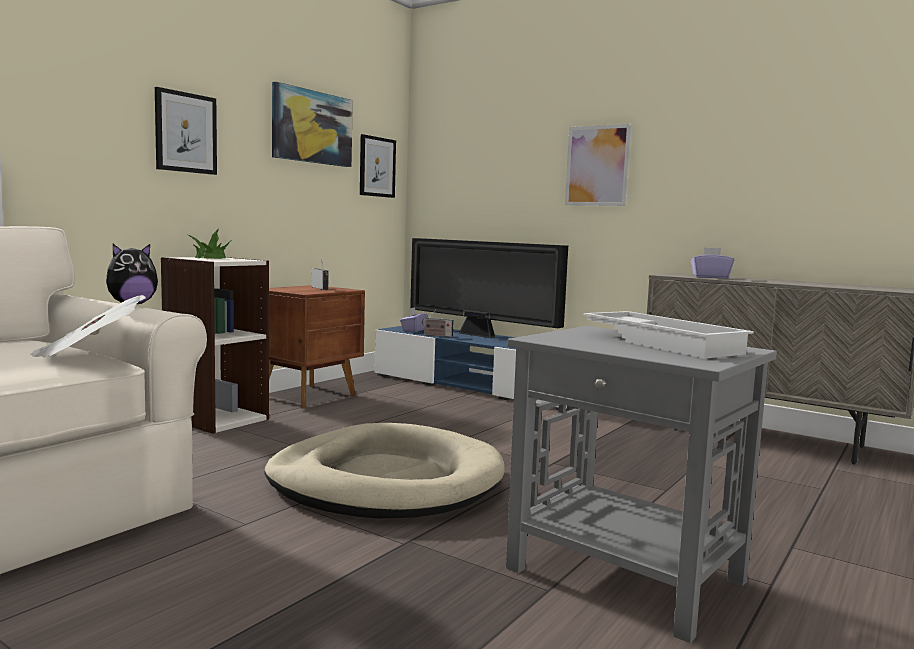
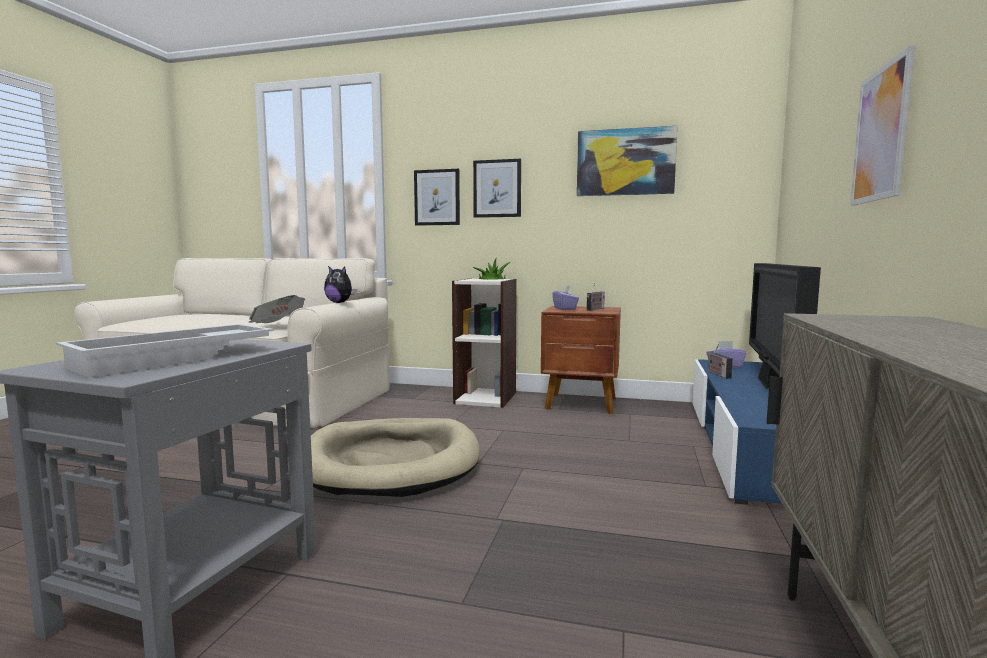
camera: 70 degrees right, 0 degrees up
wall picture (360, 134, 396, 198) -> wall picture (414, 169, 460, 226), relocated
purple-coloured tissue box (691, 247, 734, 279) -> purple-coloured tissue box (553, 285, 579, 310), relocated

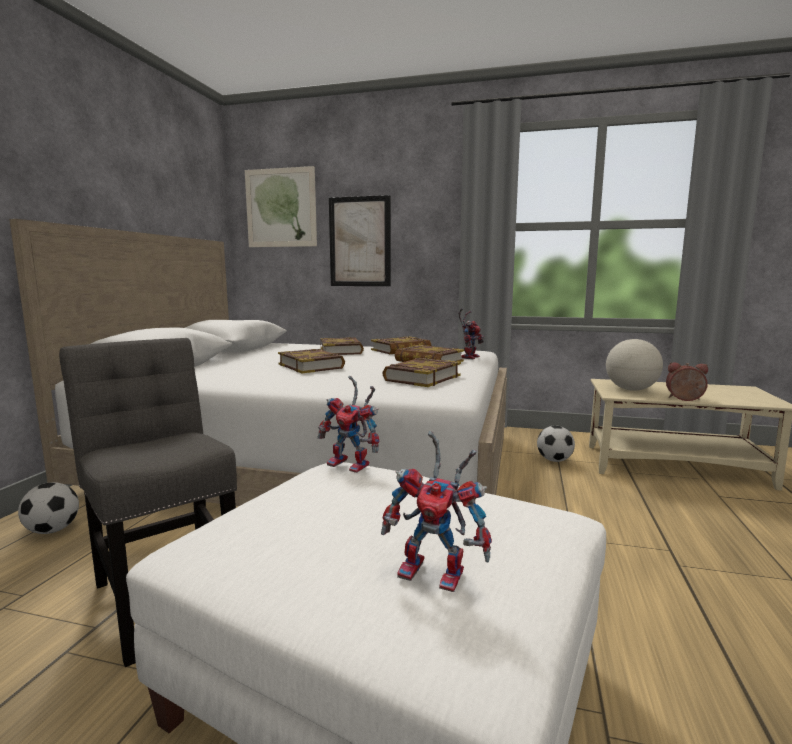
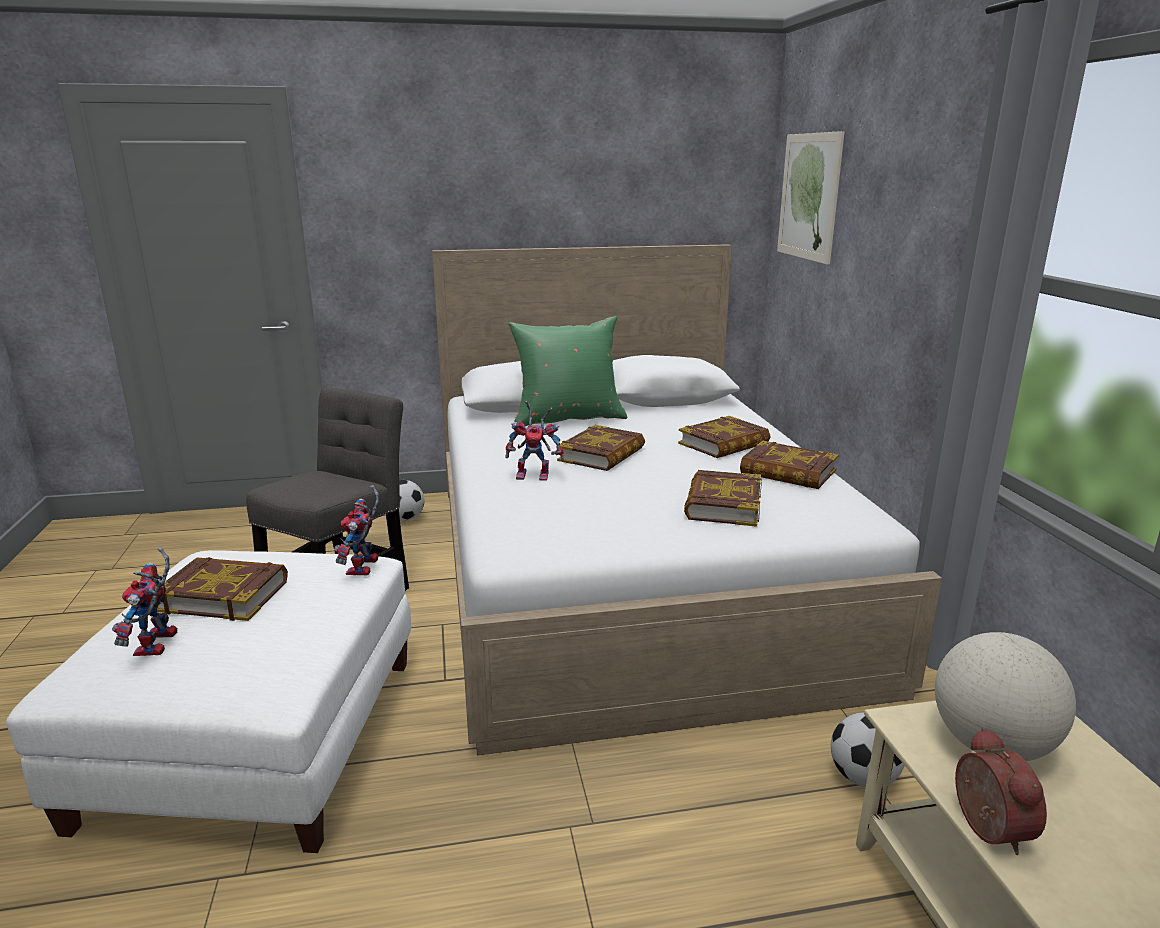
camera: 65 degrees right, 10 degrees up
wall picture (329, 195, 391, 286) -> none
none -> green-coloured pillow (508, 316, 628, 426)
book (382, 358, 461, 387) -> book (157, 557, 288, 621), relocated
toy robot (458, 308, 484, 359) -> toy robot (505, 400, 564, 481), relocated

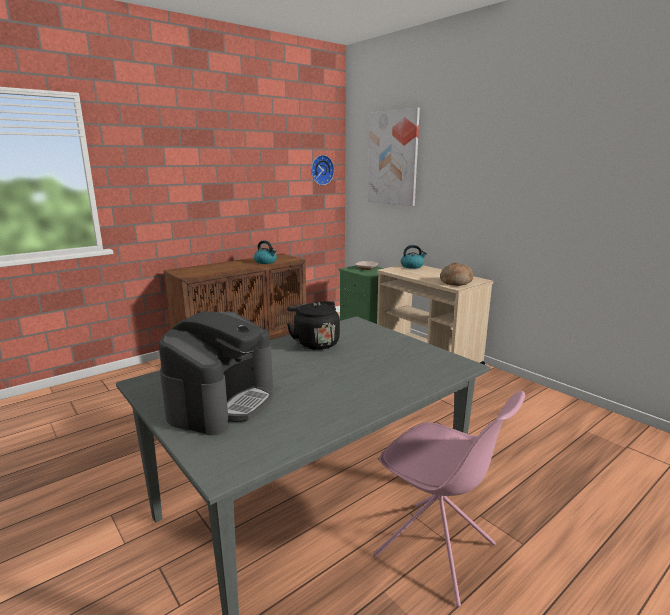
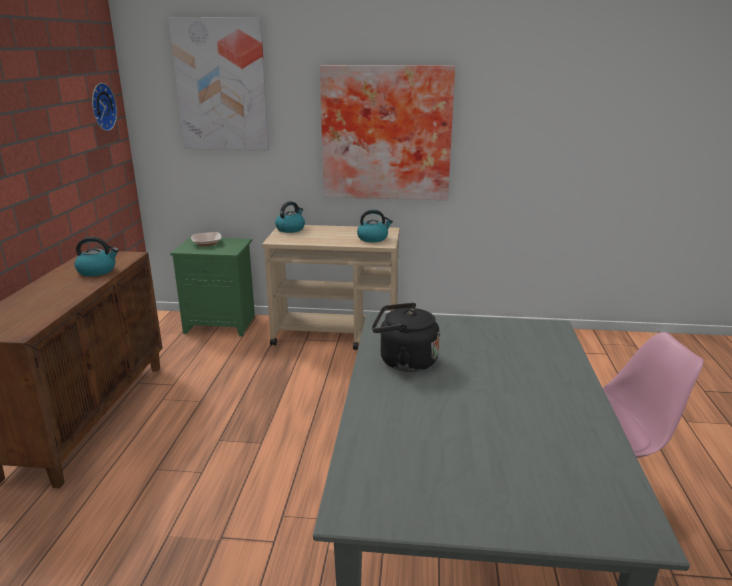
camera: 45 degrees left, 5 degrees up
coffee brewer (159, 311, 273, 435) -> none
none -> wall picture (320, 65, 455, 200)
bread (440, 263, 473, 286) -> tea kettle (357, 210, 393, 242)

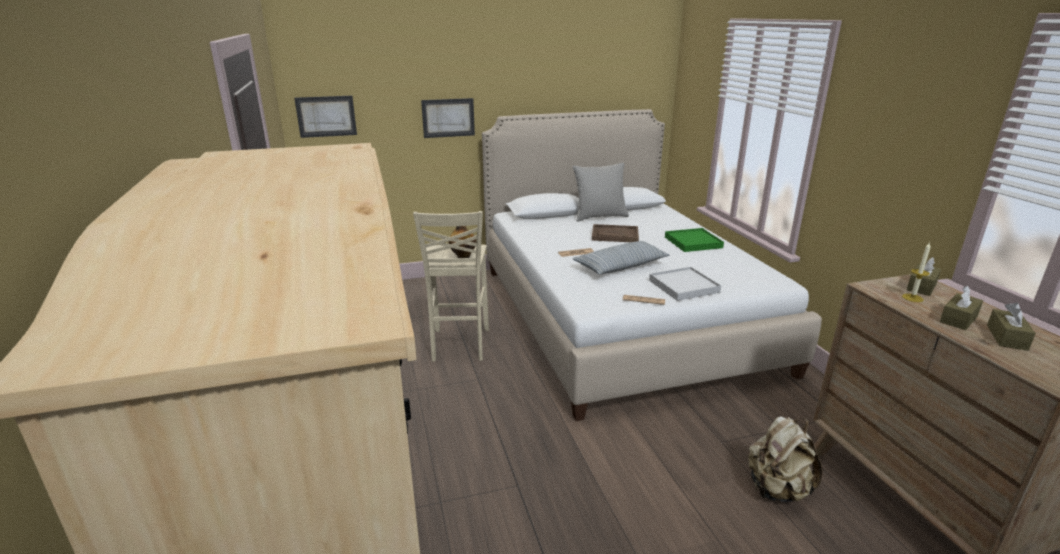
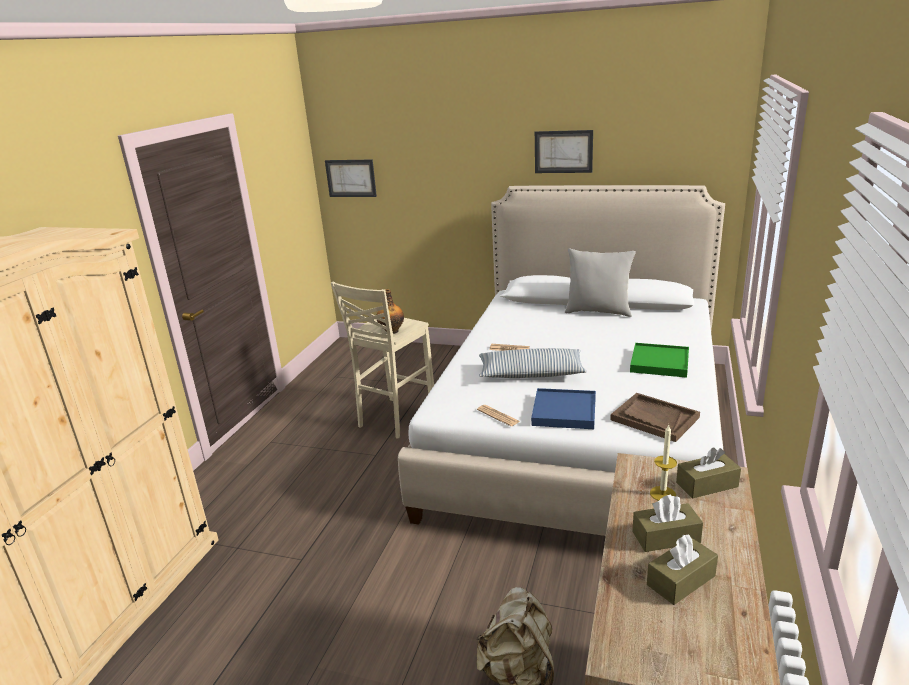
camera: 35 degrees right, 0 degrees up
wall picture (421, 98, 475, 138) -> wall picture (535, 130, 593, 173), relocated
brownish tray (592, 224, 639, 242) -> brownish tray (610, 393, 700, 442), relocated
white tray (649, 267, 721, 301) -> bluish tray (531, 388, 596, 429)

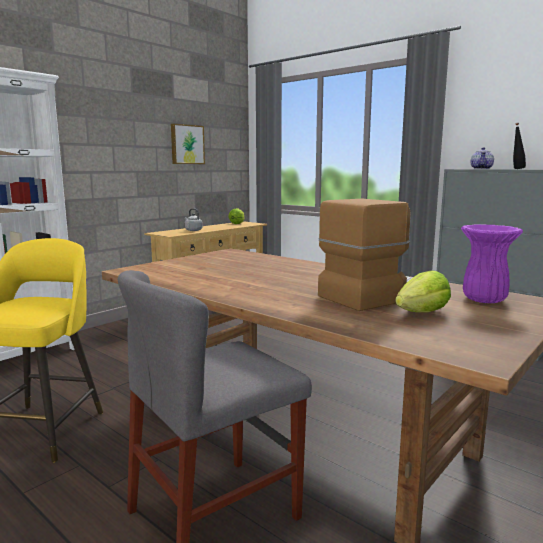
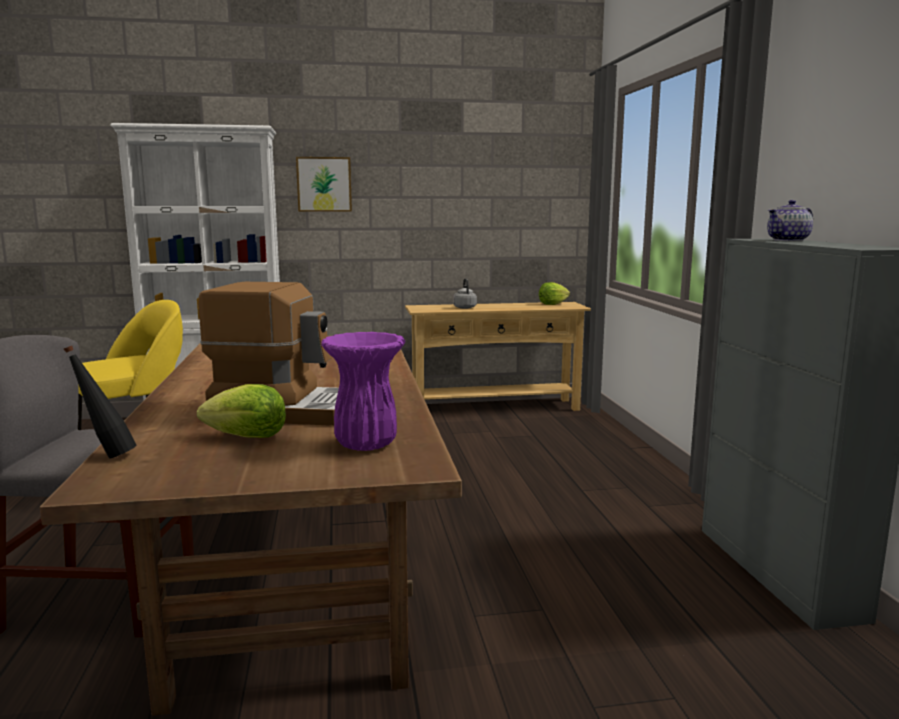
camera: 40 degrees right, 0 degrees up
wall picture (171, 124, 205, 164) -> wall picture (296, 157, 352, 212), relocated
black beverage bottle (513, 122, 526, 169) -> black beverage bottle (64, 346, 137, 459), relocated

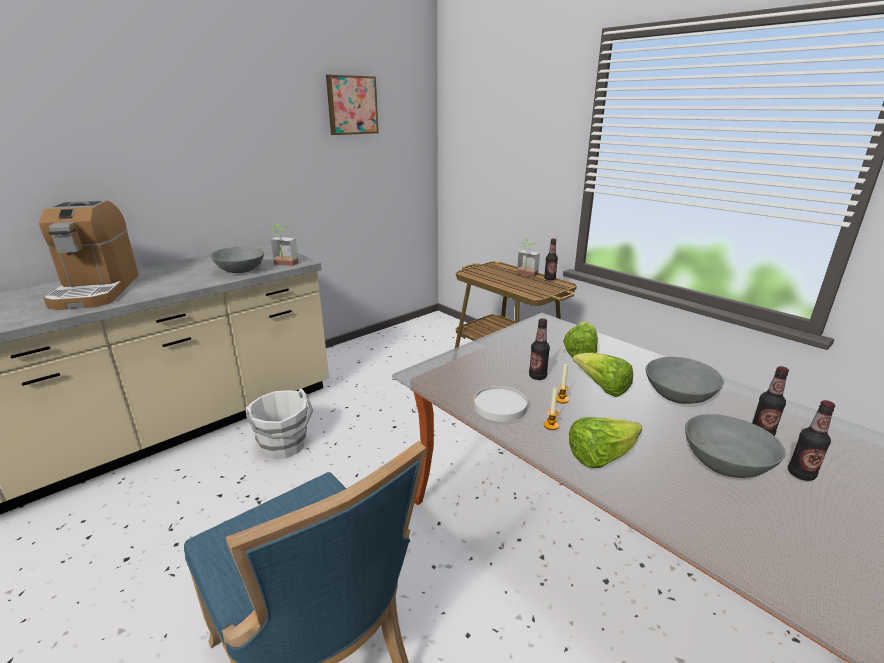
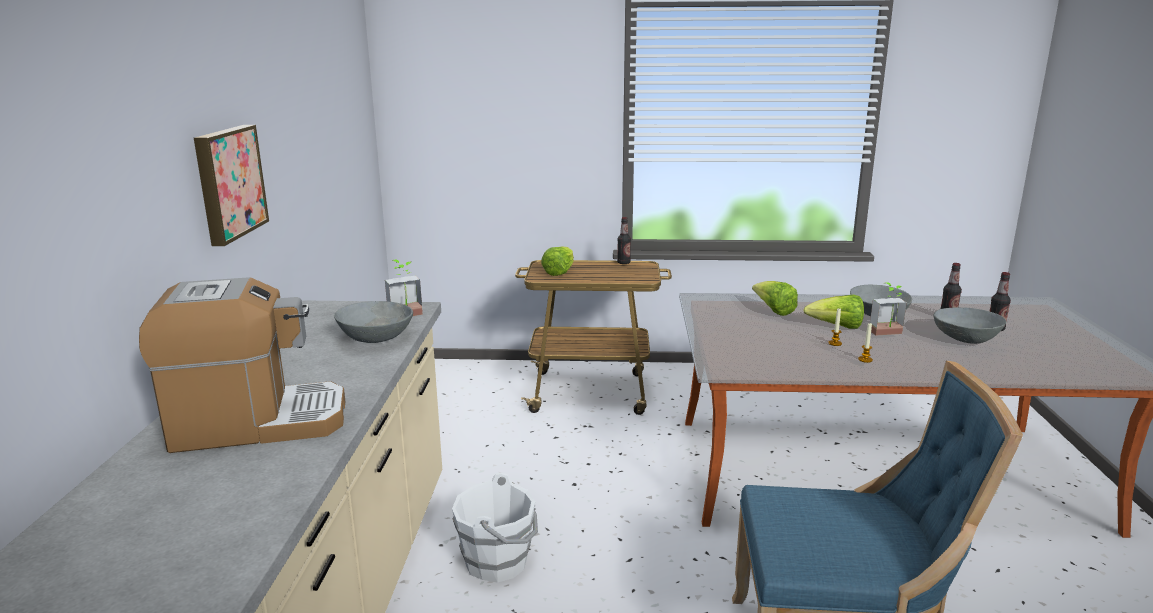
camera: 45 degrees left, 5 degrees down
white flat dish (474, 386, 527, 422) -> none
beverage bottle (529, 318, 550, 380) -> none
wall picture (326, 75, 379, 135) -> wall picture (194, 125, 269, 246), relocated
potted plant (517, 239, 540, 277) -> potted plant (870, 282, 907, 335), relocated
lettuce head (569, 417, 642, 468) -> lettuce head (541, 247, 574, 276), relocated
coffee brewer (39, 200, 139, 310) -> coffee brewer (139, 277, 346, 453), 45 degrees counterclockwise

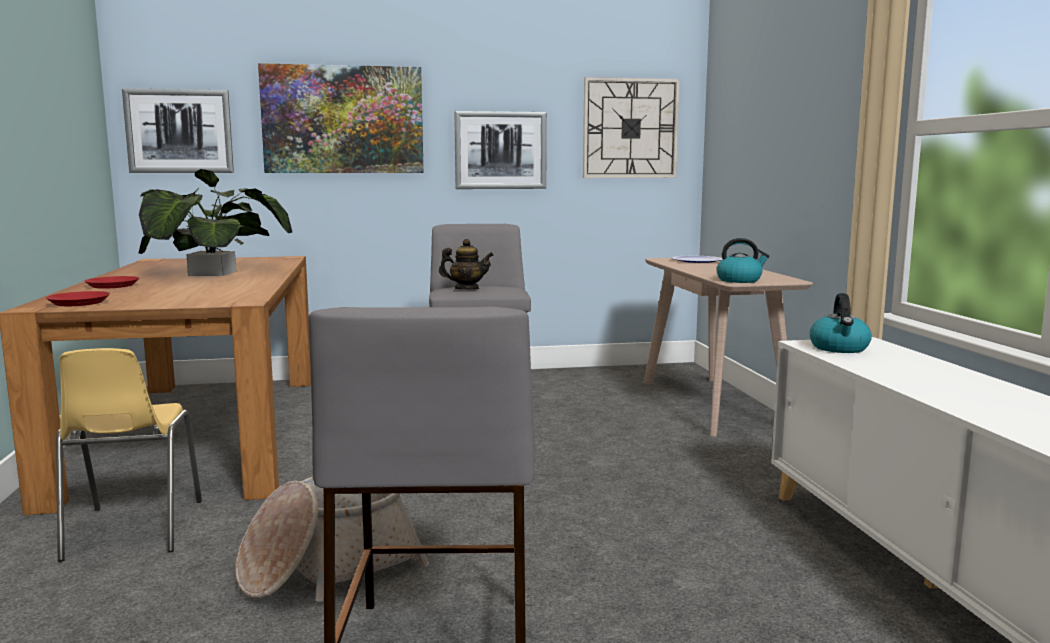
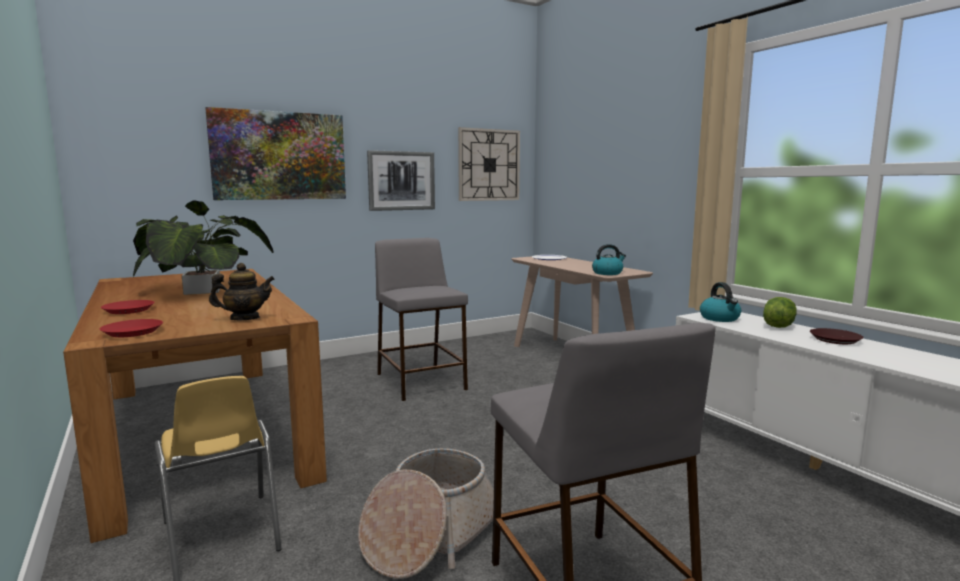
camera: 20 degrees left, 0 degrees up
wall picture (122, 88, 234, 173) -> none
none -> lettuce head (763, 297, 797, 328)
none -> brownish flat dish (810, 328, 863, 344)
teapot (439, 239, 494, 290) -> teapot (209, 263, 275, 320), relocated

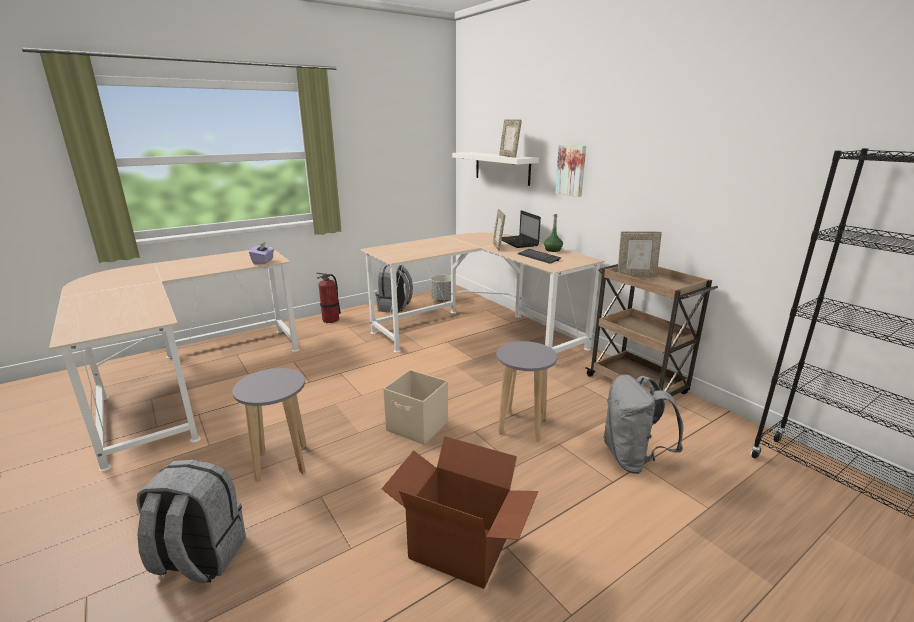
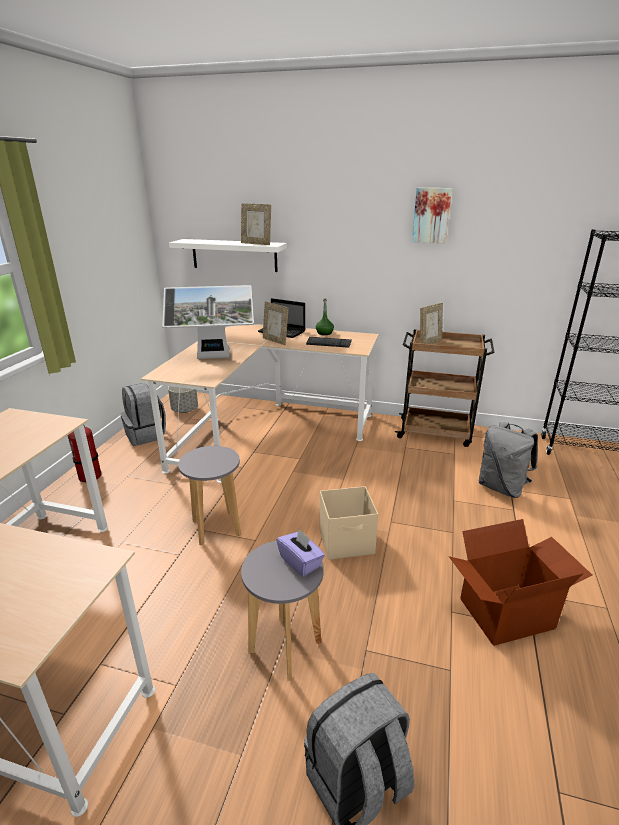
camera: 40 degrees left, 5 degrees up
none -> monitor (162, 285, 254, 359)
purple-coloured tissue box (249, 241, 274, 264) -> purple-coloured tissue box (276, 529, 325, 577), relocated
grey stool (496, 341, 557, 441) -> grey stool (178, 446, 241, 546), relocated
wall picture (555, 144, 586, 197) -> wall picture (412, 188, 452, 243), relocated

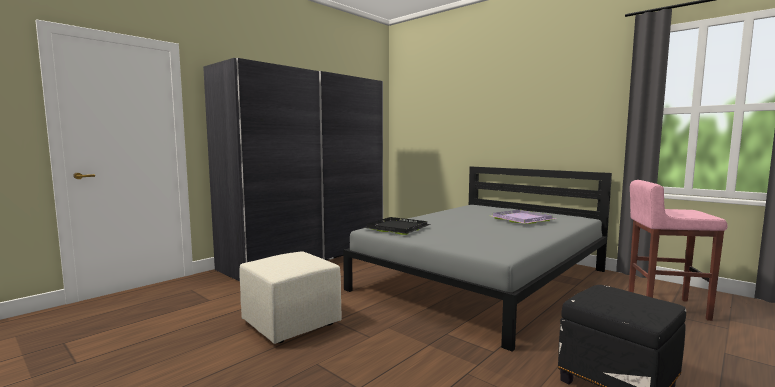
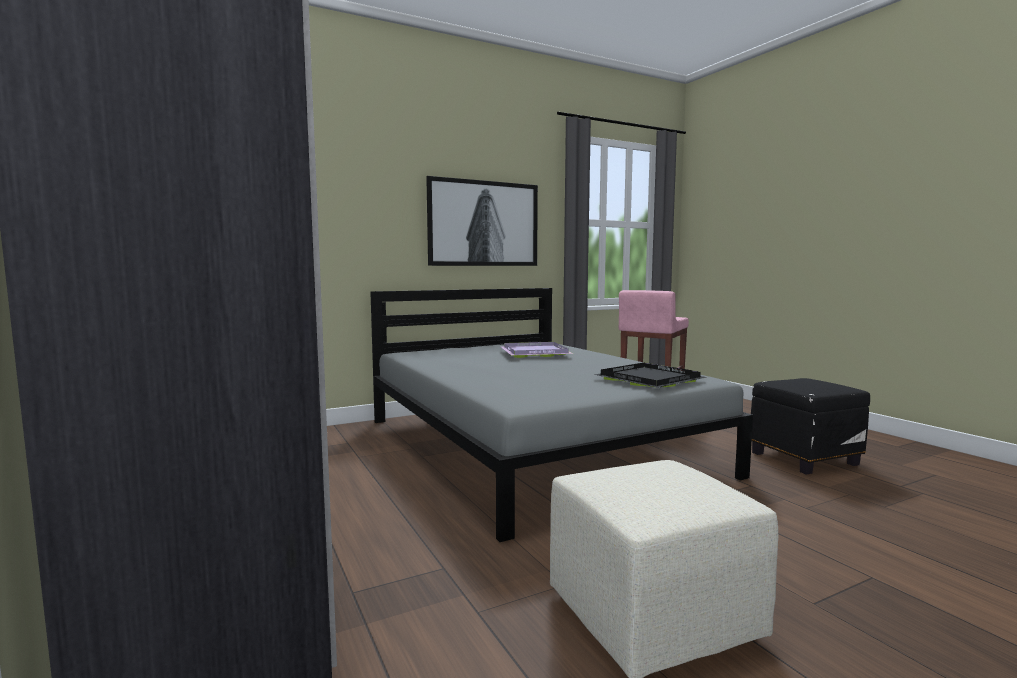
camera: 70 degrees left, 0 degrees up
none -> wall picture (426, 176, 538, 266)
black tray (363, 217, 431, 235) -> black tray (594, 362, 706, 388), relocated

